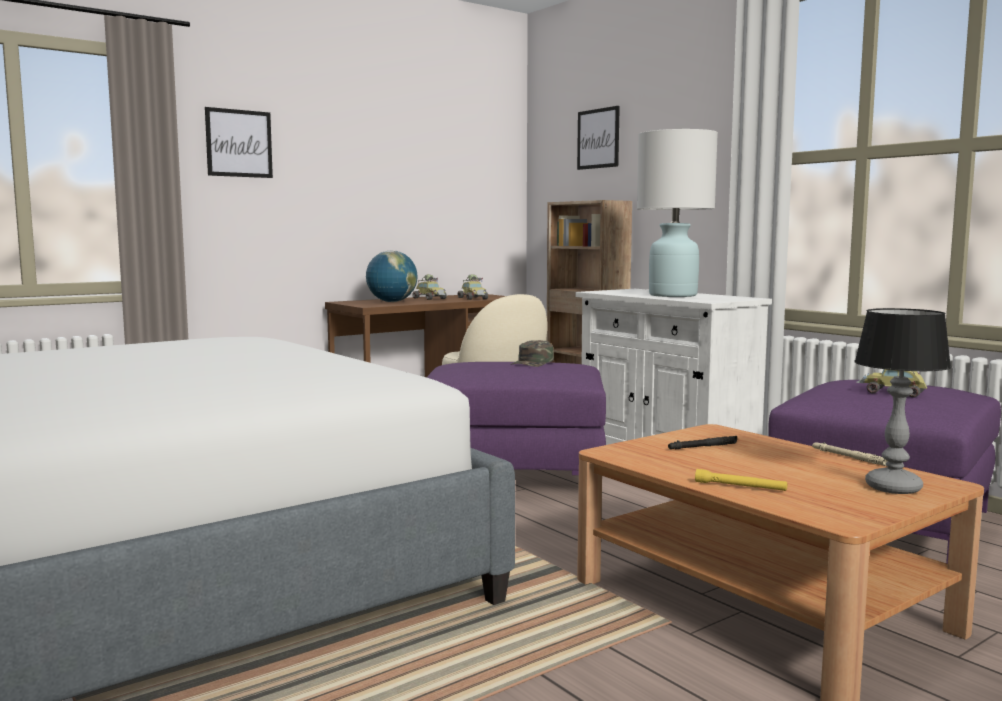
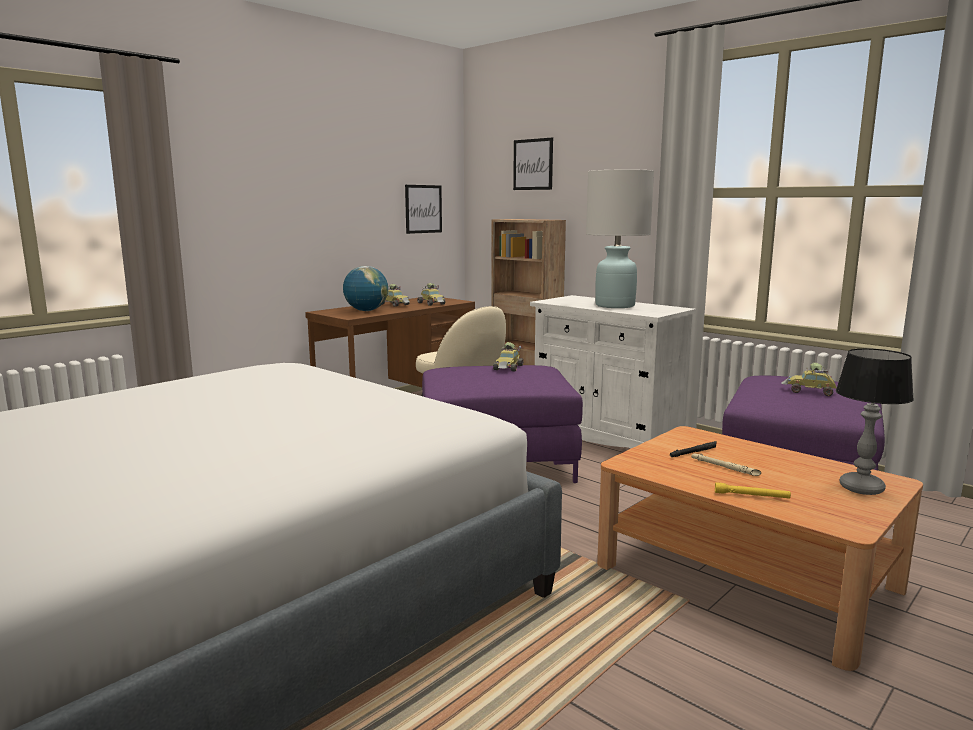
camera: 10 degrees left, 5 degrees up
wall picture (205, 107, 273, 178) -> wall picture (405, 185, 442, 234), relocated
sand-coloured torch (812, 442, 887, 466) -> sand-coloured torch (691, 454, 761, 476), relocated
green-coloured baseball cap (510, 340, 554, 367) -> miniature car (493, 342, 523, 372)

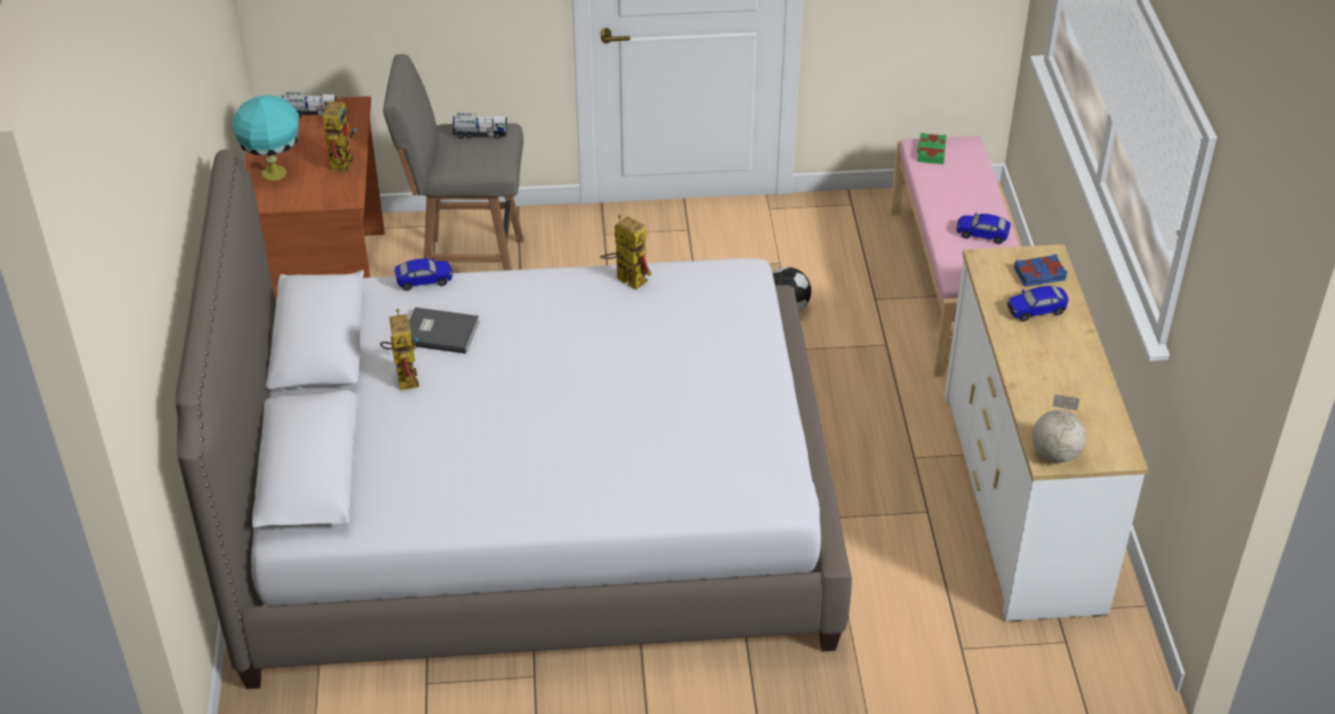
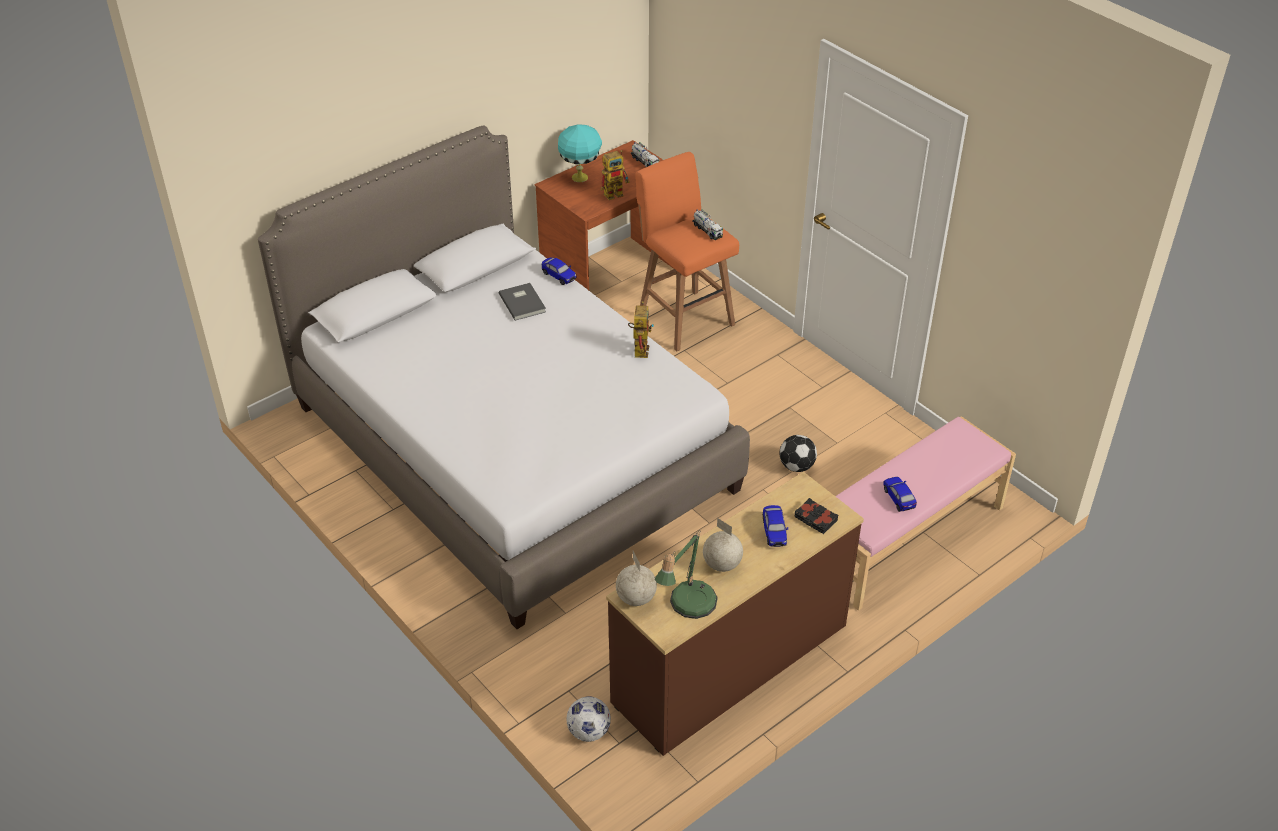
camera: 55 degrees right, 0 degrees up
toy robot (380, 309, 419, 390) -> none
green-coloured book (917, 133, 946, 164) -> none
none -> football (567, 696, 611, 742)
none -> tabletop lamp (655, 530, 718, 619)
none -> globe (703, 518, 743, 572)
grey stool (383, 54, 524, 271) -> orange-coloured stool (636, 152, 739, 352)
white dresser (944, 244, 1148, 622) -> brownish dresser (606, 472, 864, 756)
bluish book (1014, 254, 1068, 287) -> black book (794, 498, 838, 534)
miniature car (1007, 286, 1068, 322) -> miniature car (762, 505, 788, 547), 135 degrees counterclockwise

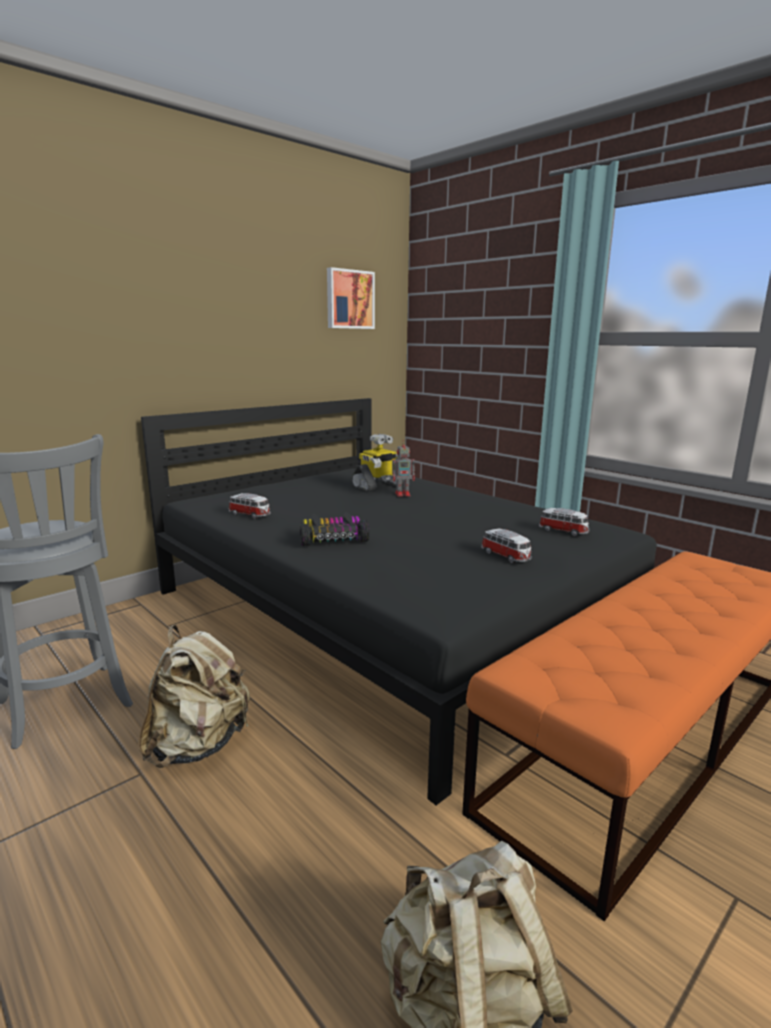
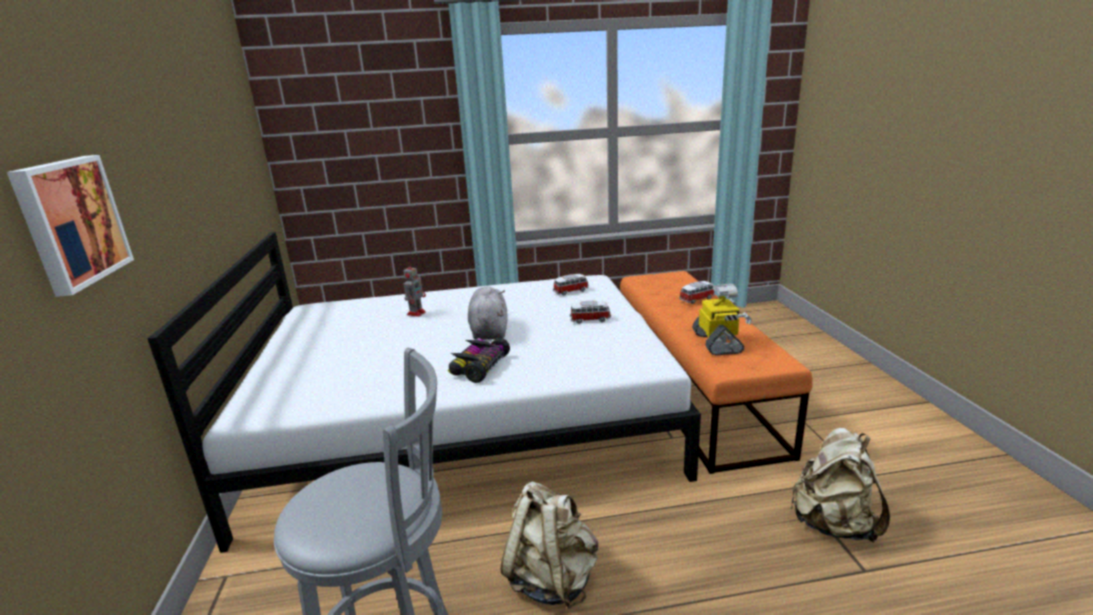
camera: 55 degrees left, 5 degrees up
none -> grey plush toy (468, 287, 508, 340)
miniature car (229, 493, 271, 519) -> miniature car (679, 281, 715, 304), relocated
wall picture (327, 267, 375, 329) -> wall picture (7, 155, 134, 297), relocated
toy robot (352, 434, 404, 491) -> toy robot (692, 284, 752, 355), relocated
black sleeping bed (141, 398, 657, 805) -> white sleeping bed (147, 232, 701, 553)

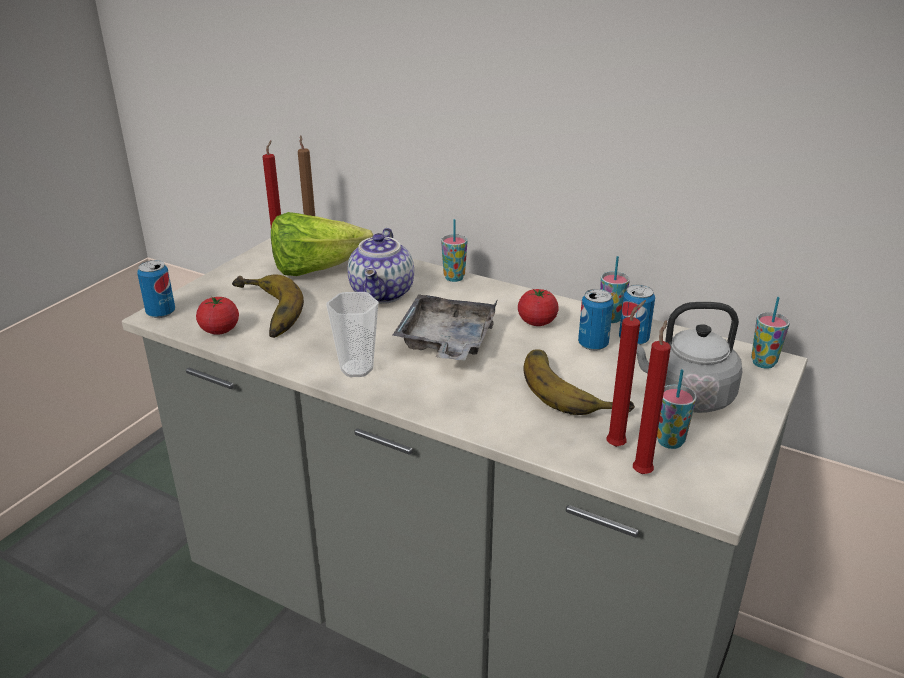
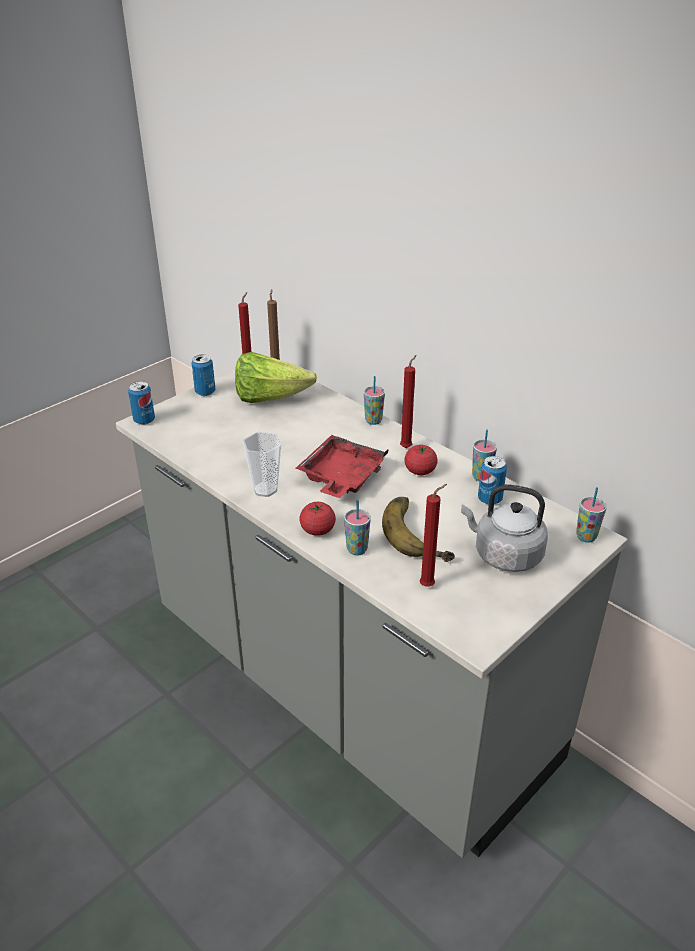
camera: 15 degrees right, 5 degrees up
whole banana (232, 275, 304, 338) -> none
teapot (348, 228, 414, 304) -> none
tomato (196, 297, 239, 335) -> tomato (299, 502, 336, 536), relocated
can (578, 289, 614, 351) -> can (191, 354, 215, 396), relocated
reddish candle (633, 320, 671, 474) -> reddish candle (400, 355, 416, 448), relocated
drinking cup (657, 369, 697, 449) -> drinking cup (344, 499, 371, 556), relocated
grey tray (392, 294, 498, 360) -> reddish tray (296, 435, 389, 498)

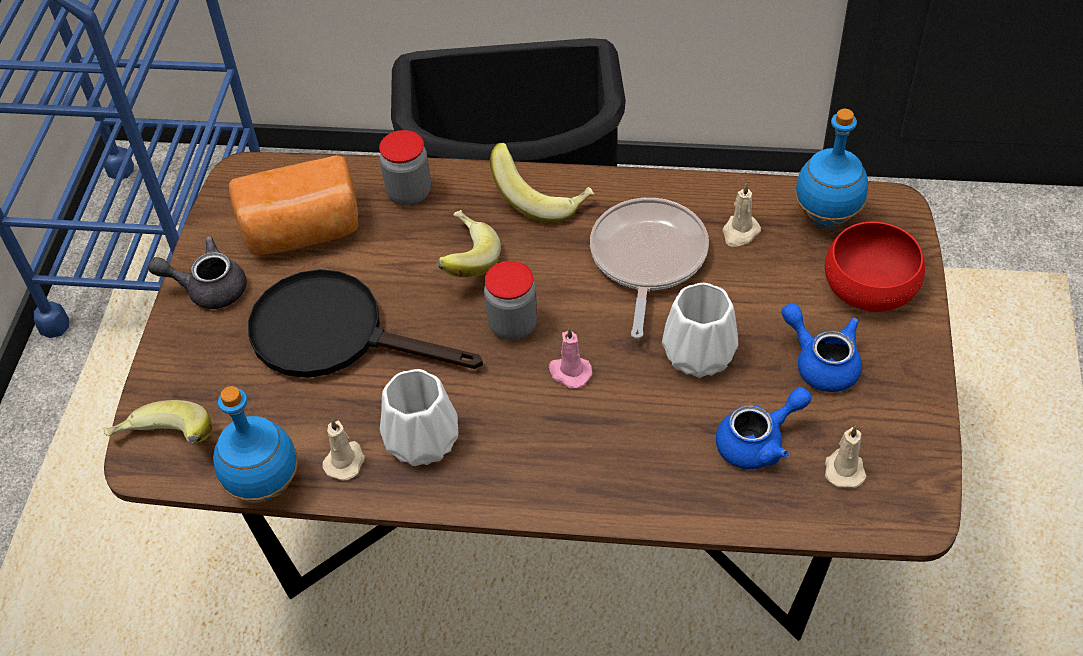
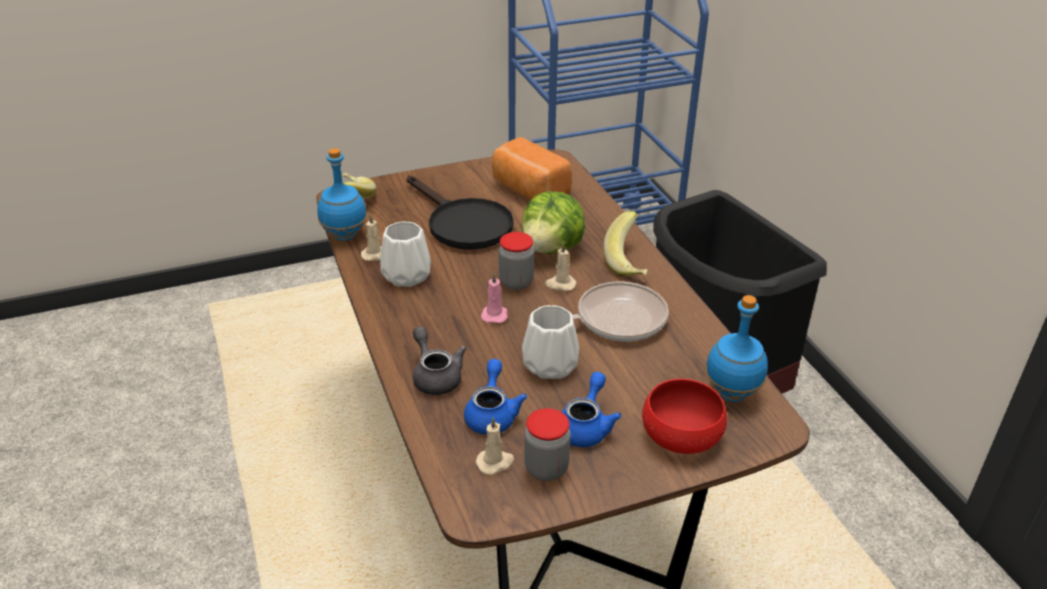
camera: 60 degrees right, 15 degrees down
grey teapot (148, 236, 247, 309) -> grey teapot (413, 326, 466, 395), relocated
storage jar (379, 130, 431, 205) -> storage jar (524, 408, 571, 481), relocated
sand-coloured candle (722, 183, 761, 247) -> sand-coloured candle (545, 242, 576, 291), relocated
whole banana (437, 210, 501, 278) -> lettuce head (521, 191, 585, 254)
black frying pan (248, 269, 483, 378) -> black frying pan (407, 175, 514, 250), 150 degrees clockwise
bluish teapot (716, 387, 811, 469) -> bluish teapot (464, 359, 527, 435), 120 degrees counterclockwise

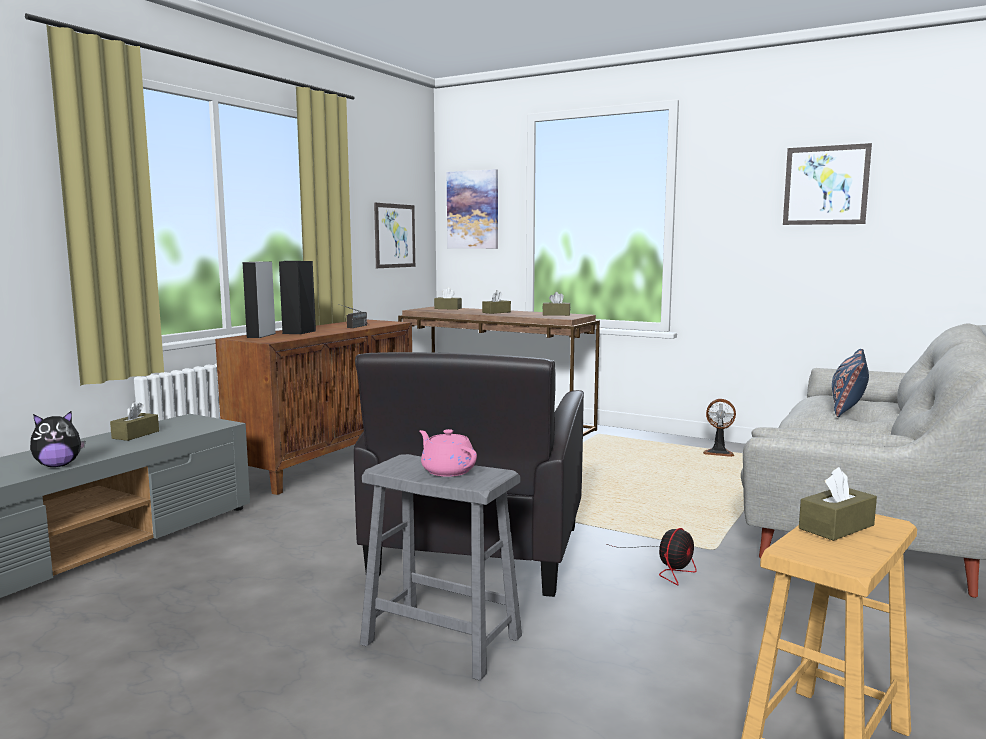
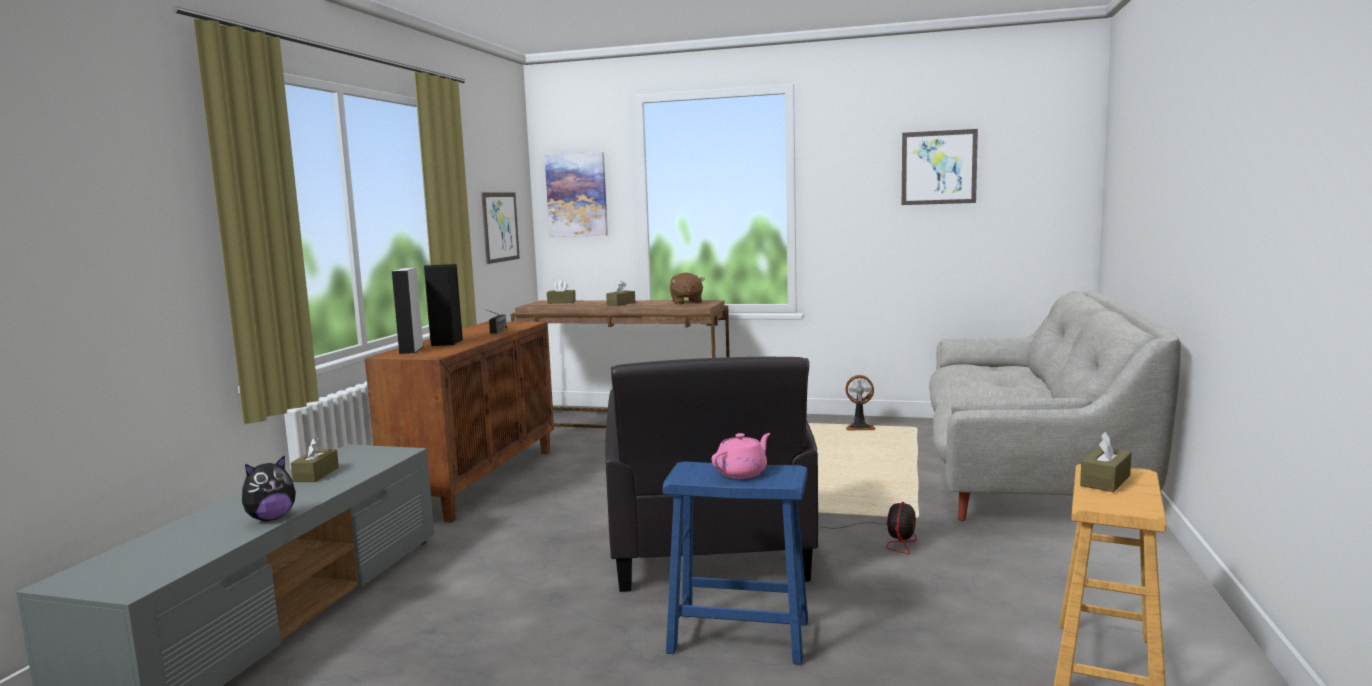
camera: 15 degrees left, 0 degrees up
bluish pillow (832, 349, 869, 417) -> none
brownish tissue box (542, 292, 570, 316) -> brownish plush toy (670, 273, 705, 305)
grey stool (360, 454, 522, 681) -> bluish stool (663, 461, 808, 665)
pink teapot (420, 429, 477, 477) -> pink teapot (712, 433, 771, 479), 105 degrees clockwise

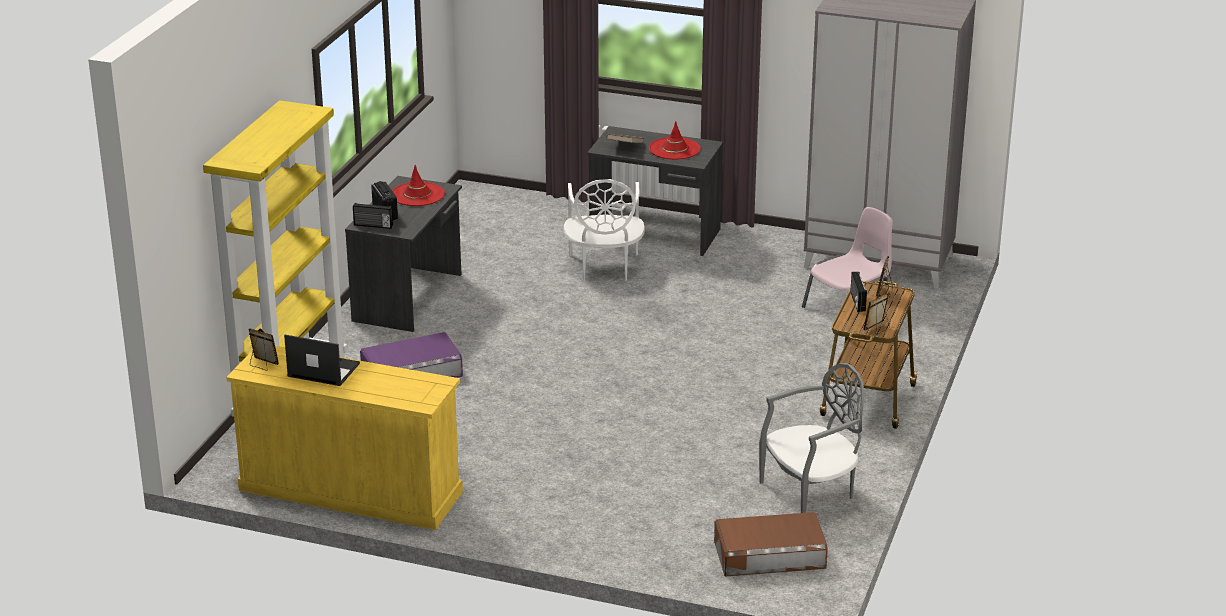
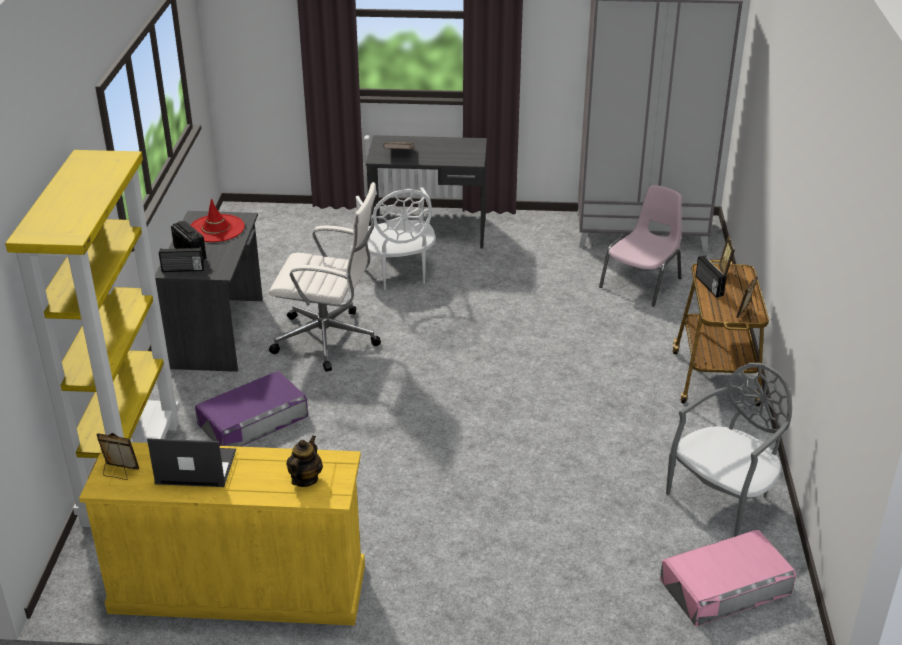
camera: 15 degrees left, 5 degrees up
reddish wearable hat (649, 121, 701, 159) -> none
none -> white office chair (269, 182, 381, 372)
none -> teapot (286, 435, 323, 487)
brownish storage bin (714, 512, 828, 576) -> pink storage bin (660, 530, 796, 626)

